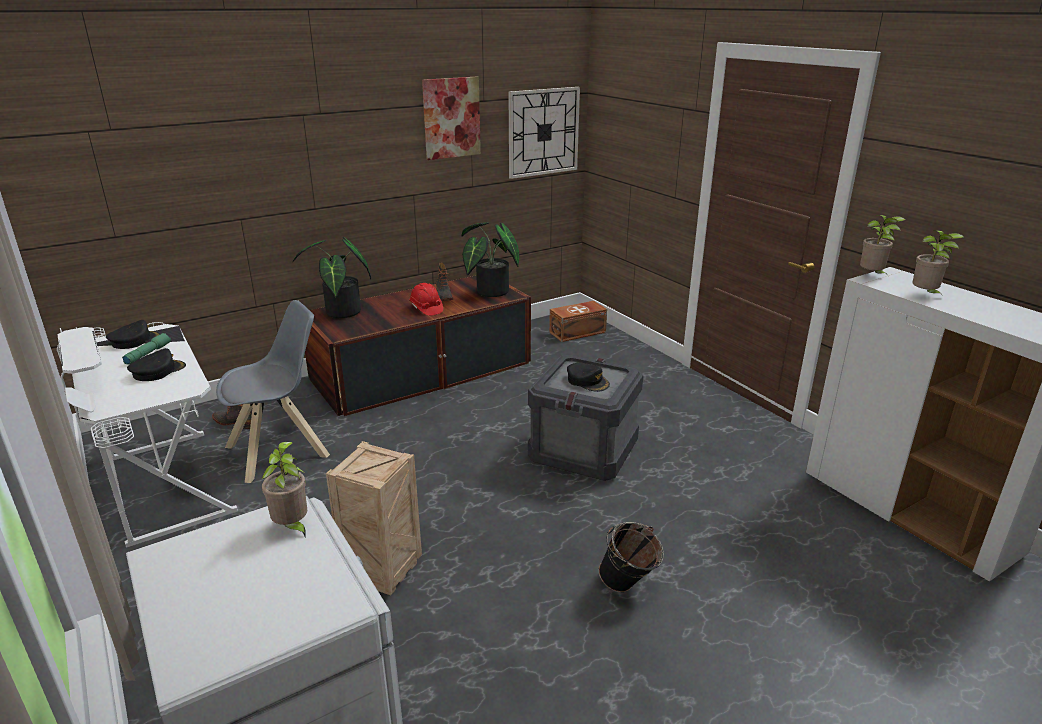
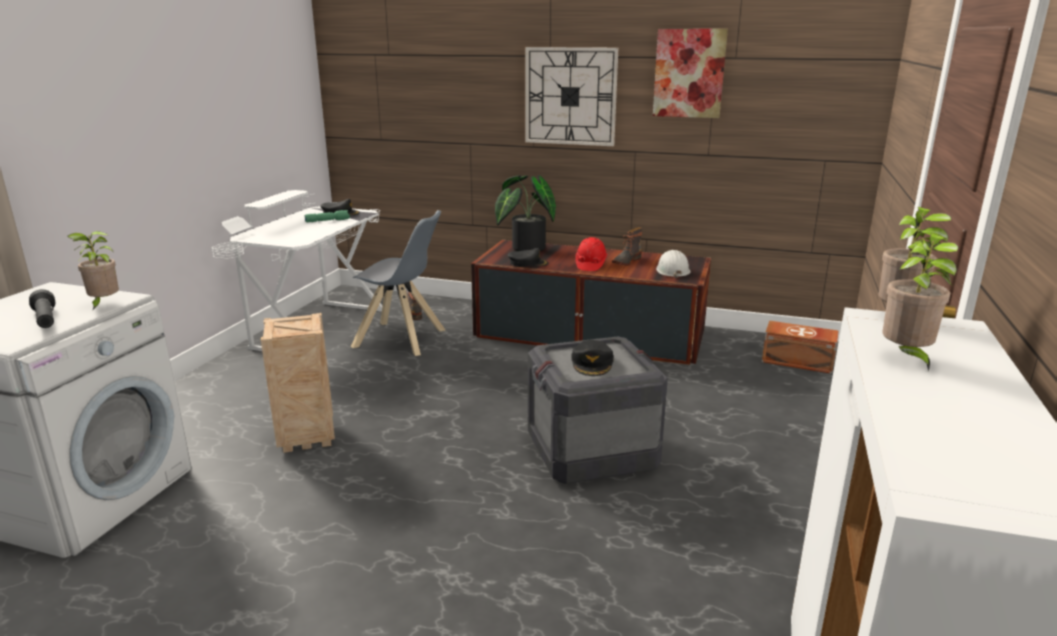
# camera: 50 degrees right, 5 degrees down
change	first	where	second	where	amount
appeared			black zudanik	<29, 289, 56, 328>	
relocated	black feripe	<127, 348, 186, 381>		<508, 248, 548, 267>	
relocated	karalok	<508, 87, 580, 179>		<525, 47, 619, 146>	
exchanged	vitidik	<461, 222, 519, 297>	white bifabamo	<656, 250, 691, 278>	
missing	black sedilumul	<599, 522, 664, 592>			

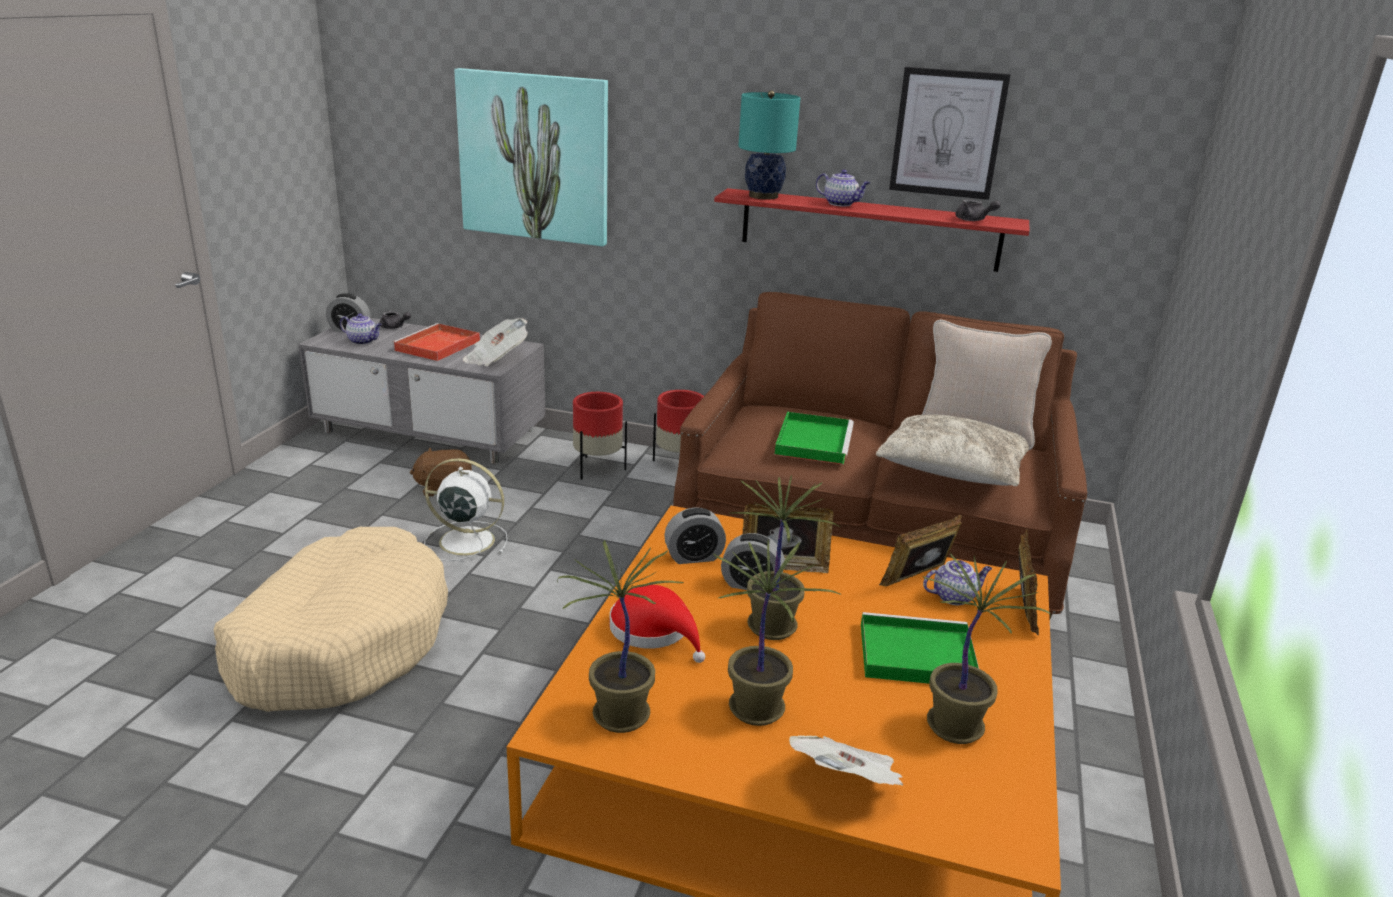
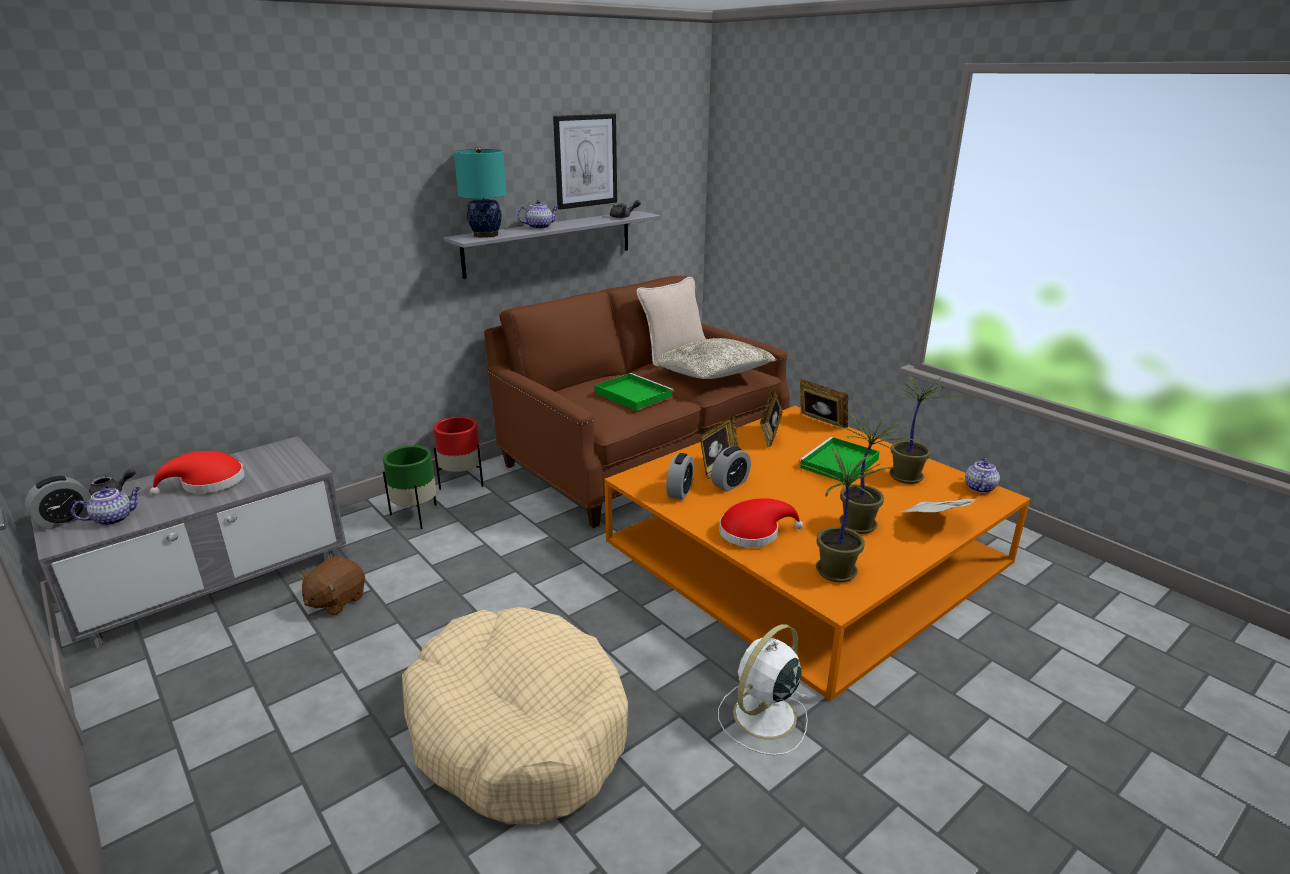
# camera: 55 degrees left, 0 degrees up
change	first	where	second	where	amount
exchanged	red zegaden	<392, 323, 480, 361>	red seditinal	<150, 451, 245, 495>	
colour	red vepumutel	<573, 392, 627, 480>	green vepumutel	<383, 445, 437, 529>	
colour	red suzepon	<714, 188, 1029, 272>	grey suzepon	<443, 211, 660, 279>	
relocated	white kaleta	<424, 458, 507, 561>		<718, 624, 808, 755>	
relocated	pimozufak	<923, 560, 992, 605>		<965, 457, 1000, 493>	
missing	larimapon	<454, 68, 608, 246>			
missing	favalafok	<463, 318, 528, 366>			
missing	vitidik	<731, 475, 841, 640>			

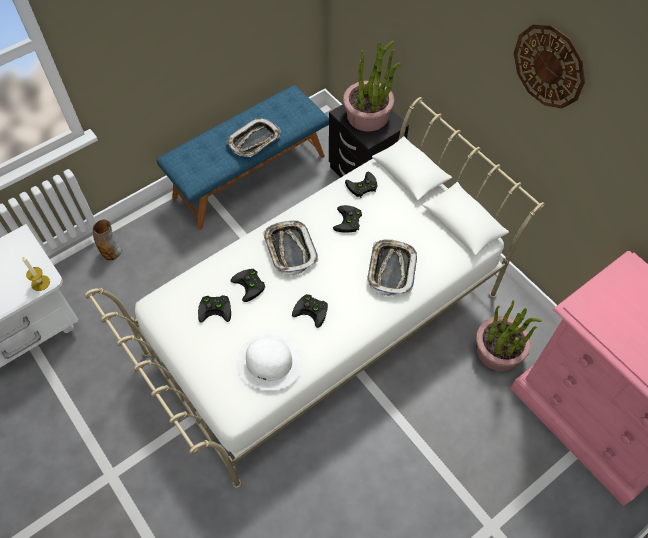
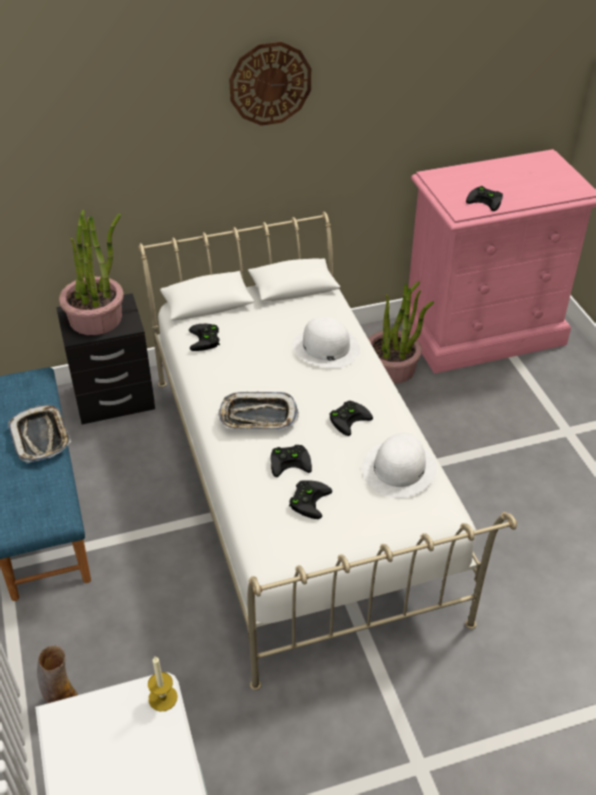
# camera: 70 degrees left, 15 degrees down
change	first	where	second	where	amount
exchanged	zegaden	<367, 239, 417, 296>	white seditinal	<292, 316, 360, 368>	
relocated	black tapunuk	<333, 205, 362, 233>		<466, 186, 503, 211>	

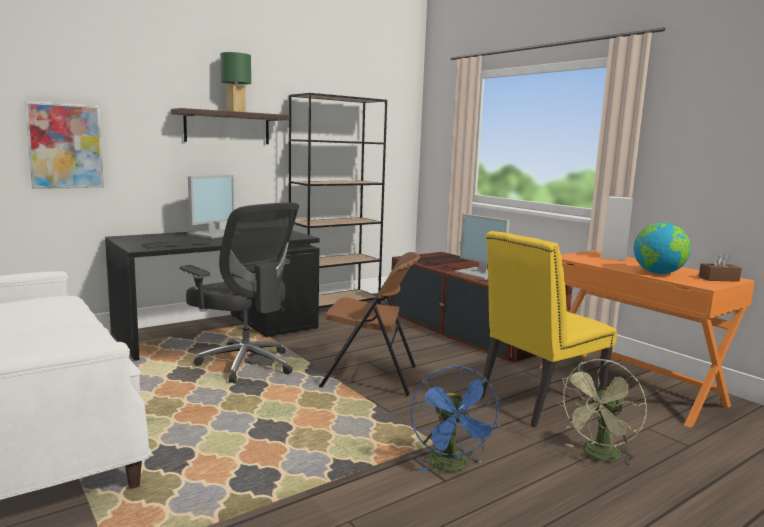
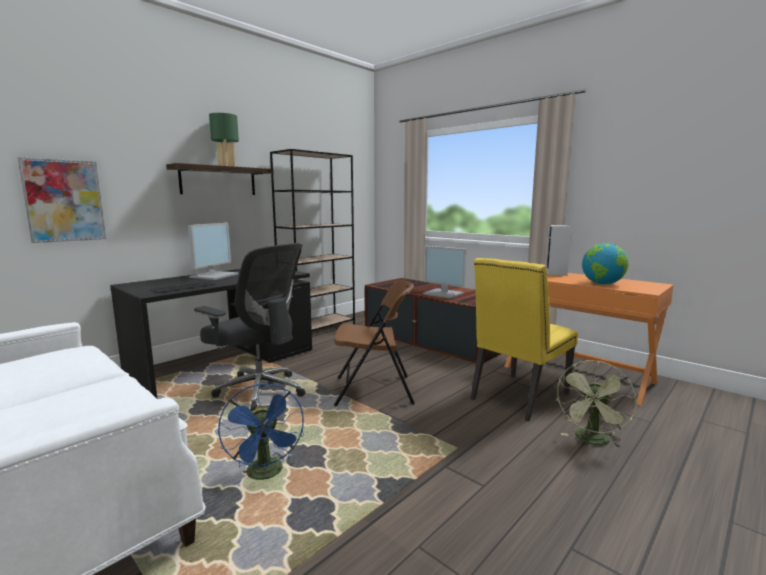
# camera: 10 degrees left, 0 degrees up
change	first	where	second	where	amount
relocated	blue kaleta	<411, 366, 501, 472>		<218, 383, 304, 485>	
missing	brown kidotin	<699, 252, 742, 282>			

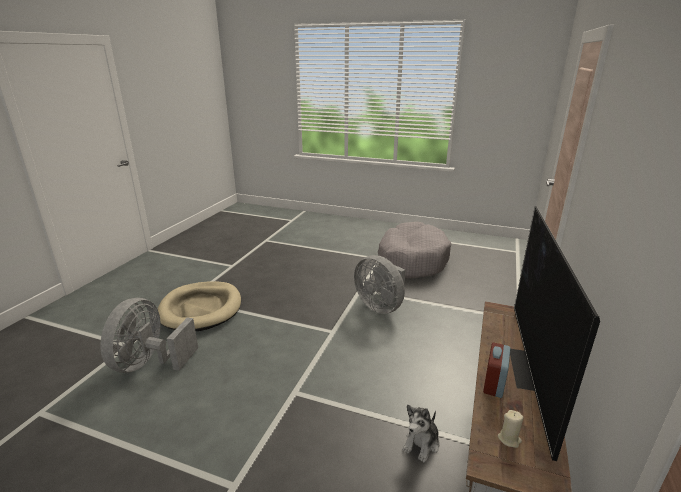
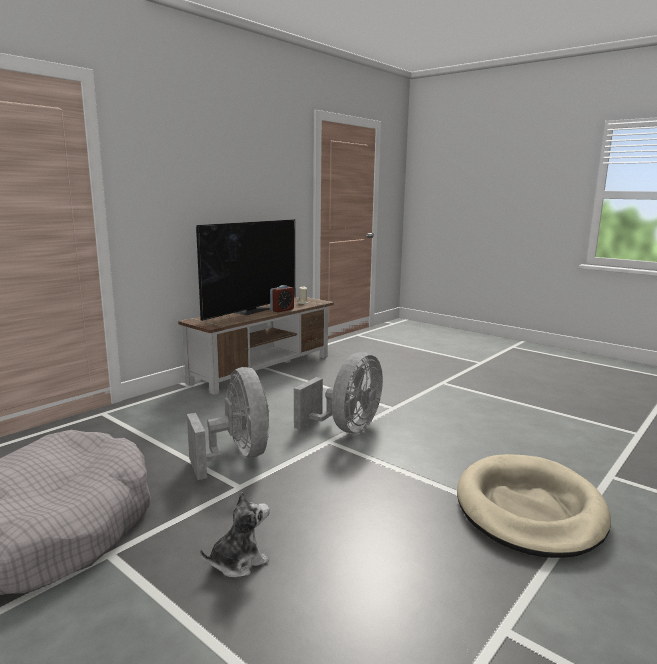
# camera: 160 degrees left, 10 degrees down
change	first	where	second	where	amount
relocated	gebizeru	<403, 405, 440, 463>		<200, 491, 270, 578>	
relocated	grey kaleta	<100, 298, 198, 373>		<294, 352, 383, 433>	

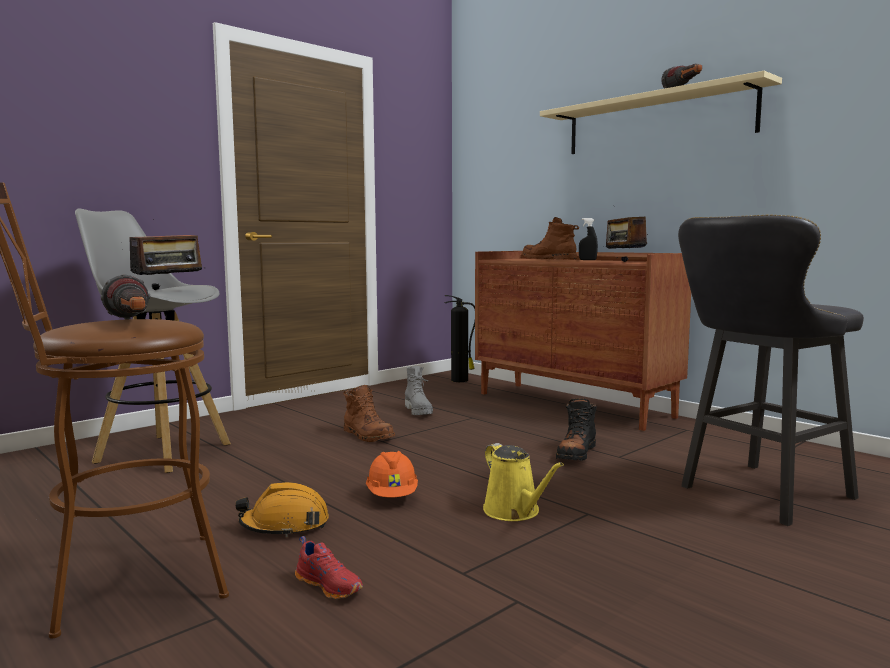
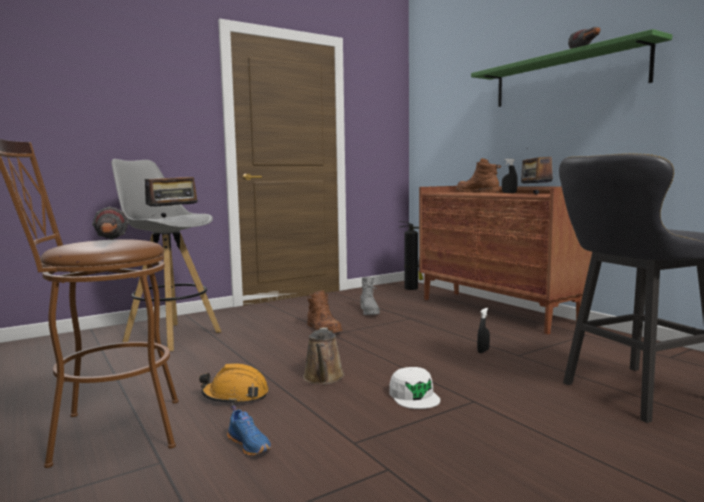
# camera: 10 degrees right, 0 degrees up
change	first	where	second	where	amount
colour	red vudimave	<295, 536, 363, 599>	blue vudimave	<227, 405, 271, 456>	
exchanged	orange bifabamo	<366, 451, 418, 497>	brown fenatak	<303, 327, 345, 384>	
exchanged	yellow fenatak	<483, 443, 564, 521>	white feripe	<389, 367, 440, 409>	
colour	beige suzepon	<540, 71, 782, 154>	green suzepon	<471, 29, 672, 107>	
exchanged	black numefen	<556, 398, 597, 460>	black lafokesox	<477, 308, 490, 353>	

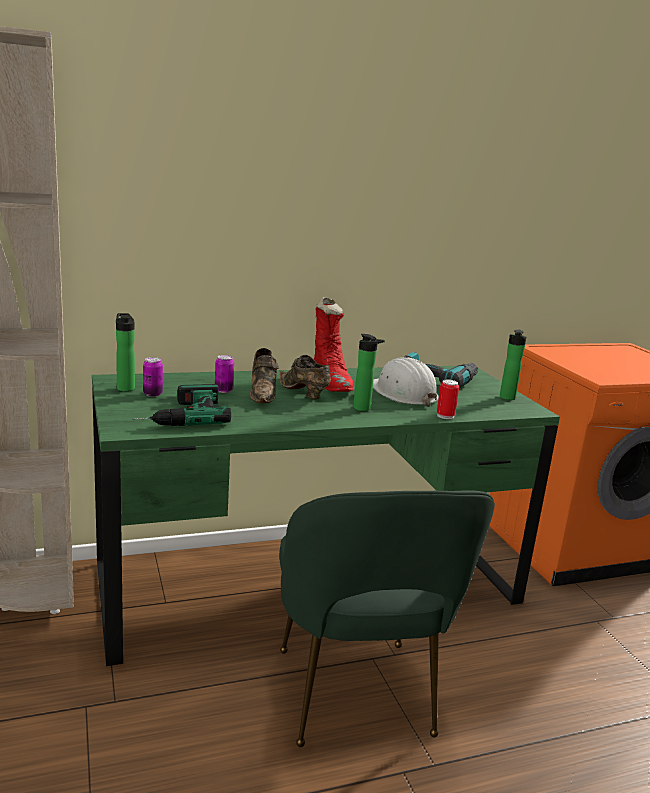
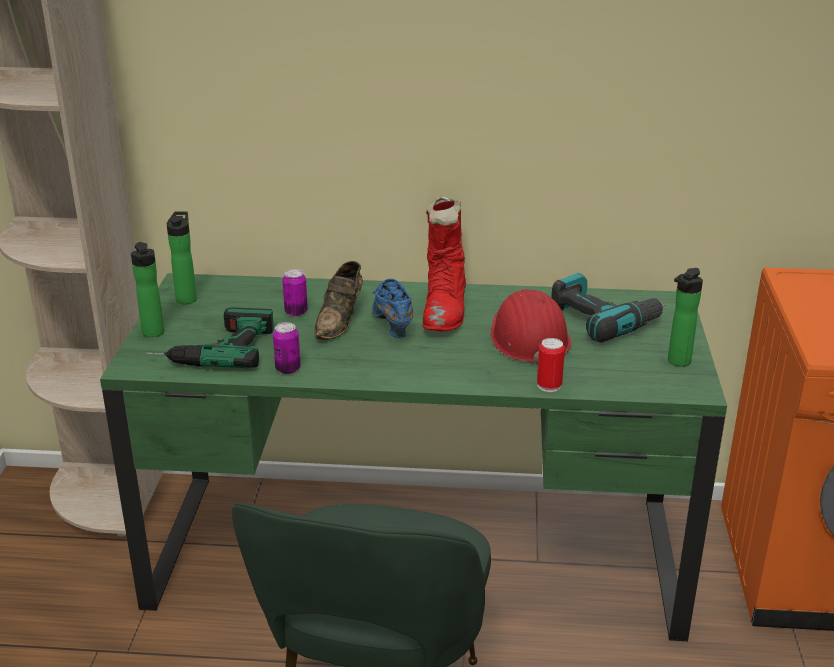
# camera: 25 degrees right, 10 degrees up
change	first	where	second	where	amount
relocated	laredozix	<353, 334, 385, 411>		<131, 242, 164, 337>	
relocated	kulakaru	<143, 357, 163, 397>		<273, 322, 301, 374>	
colour	brown vudimave	<280, 355, 331, 399>	blue vudimave	<372, 278, 413, 338>	
colour	white bifabamo	<373, 357, 439, 407>	red bifabamo	<491, 289, 571, 365>	

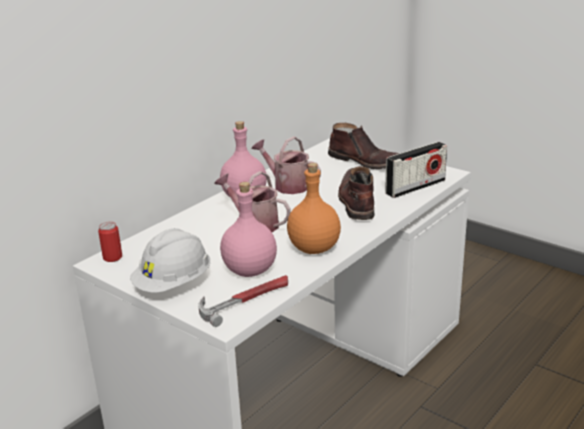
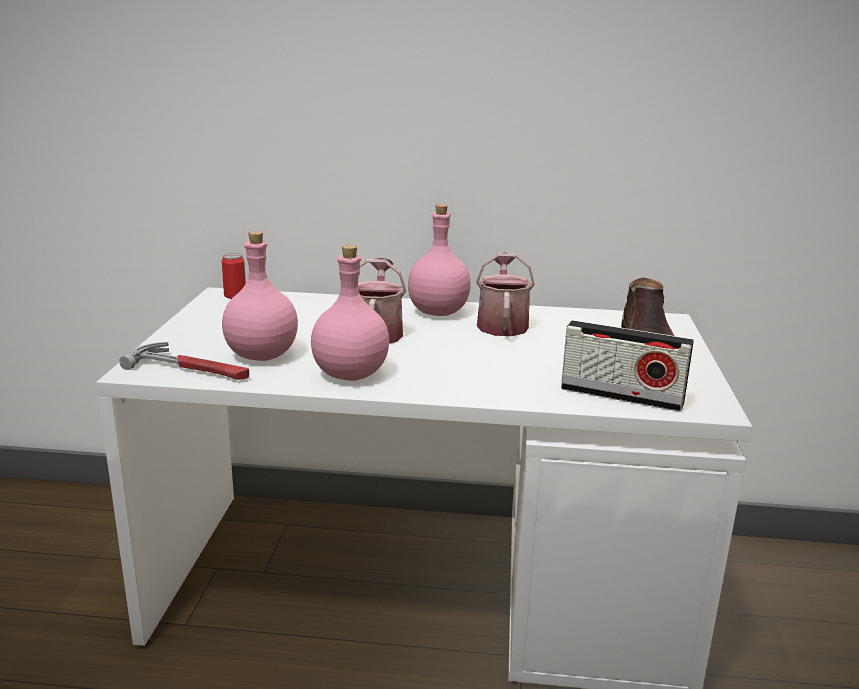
# camera: 55 degrees right, 5 degrees down
change	first	where	second	where	amount
colour	orange laredozix	<287, 163, 341, 254>	pink laredozix	<311, 245, 389, 381>	
missing	white bifabamo	<130, 228, 210, 293>			
missing	brown numefen	<338, 166, 374, 220>			

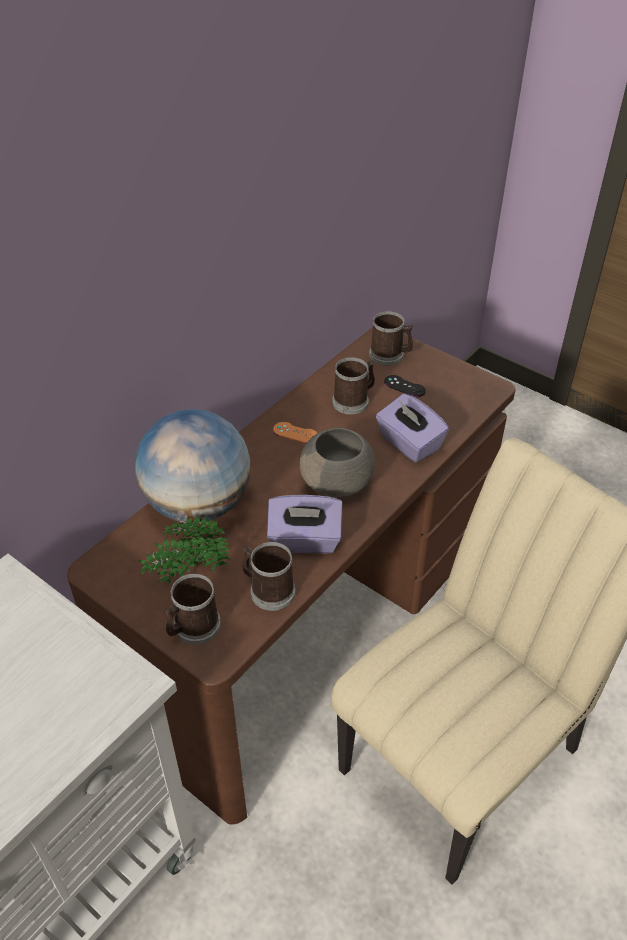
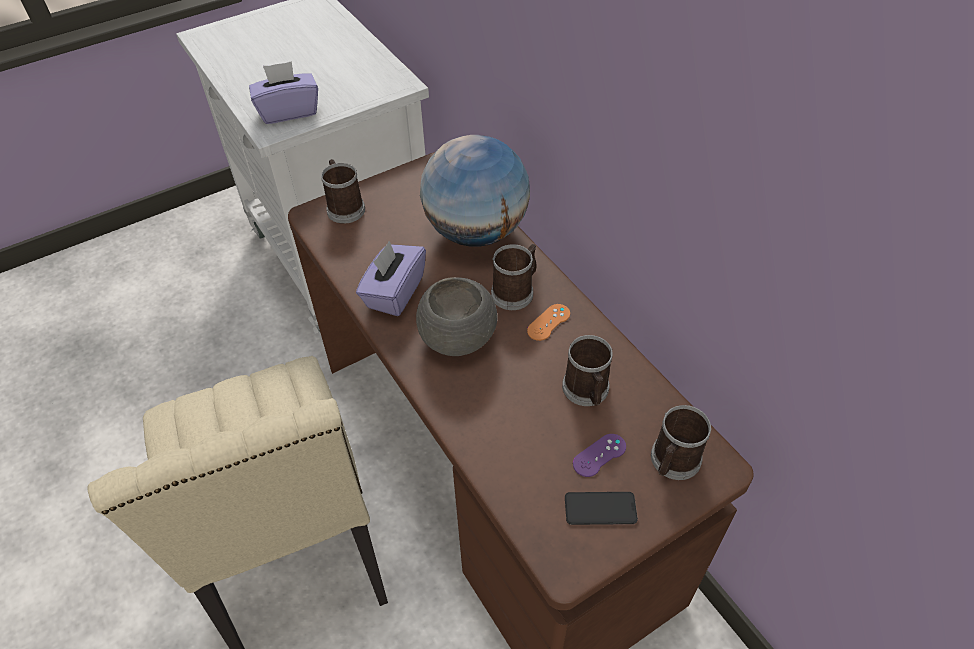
# camera: 110 degrees right, 5 degrees up
change	first	where	second	where	amount
relocated	purple kidotin	<376, 393, 449, 463>		<249, 61, 318, 124>	
relocated	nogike	<242, 542, 295, 611>		<491, 244, 537, 310>	
appeared			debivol	<565, 492, 638, 525>	
colour	black tapunuk	<384, 375, 426, 397>	purple tapunuk	<573, 434, 626, 477>	
missing	vitidik	<138, 516, 230, 583>			

